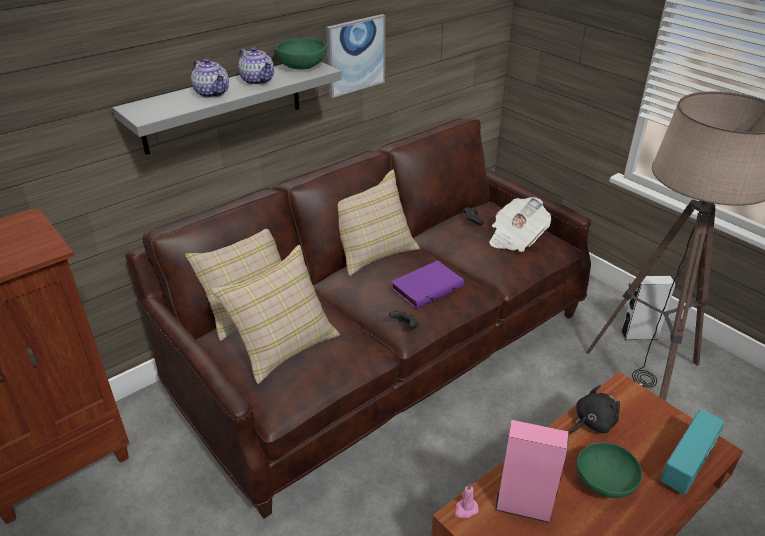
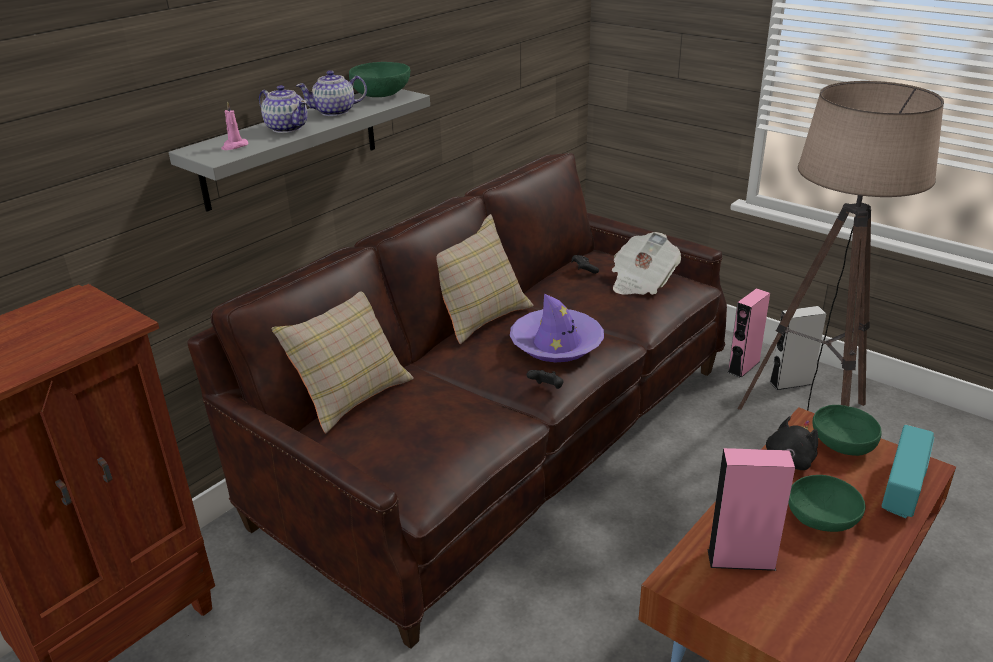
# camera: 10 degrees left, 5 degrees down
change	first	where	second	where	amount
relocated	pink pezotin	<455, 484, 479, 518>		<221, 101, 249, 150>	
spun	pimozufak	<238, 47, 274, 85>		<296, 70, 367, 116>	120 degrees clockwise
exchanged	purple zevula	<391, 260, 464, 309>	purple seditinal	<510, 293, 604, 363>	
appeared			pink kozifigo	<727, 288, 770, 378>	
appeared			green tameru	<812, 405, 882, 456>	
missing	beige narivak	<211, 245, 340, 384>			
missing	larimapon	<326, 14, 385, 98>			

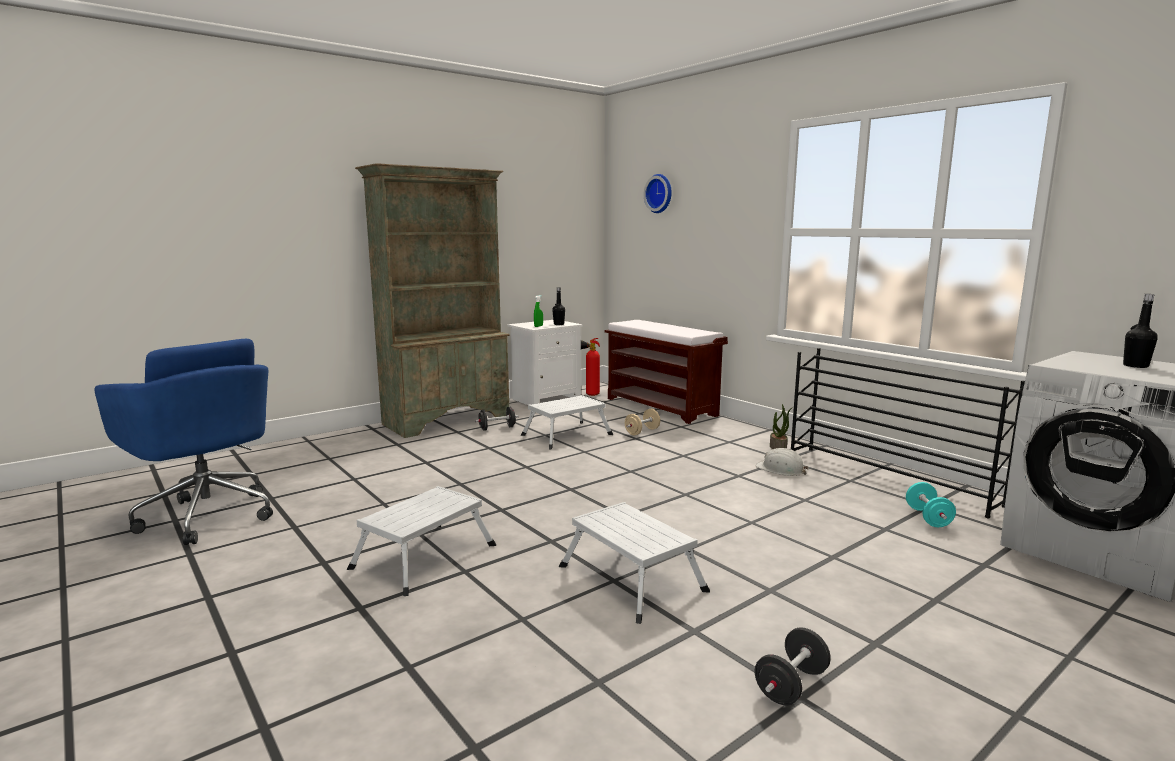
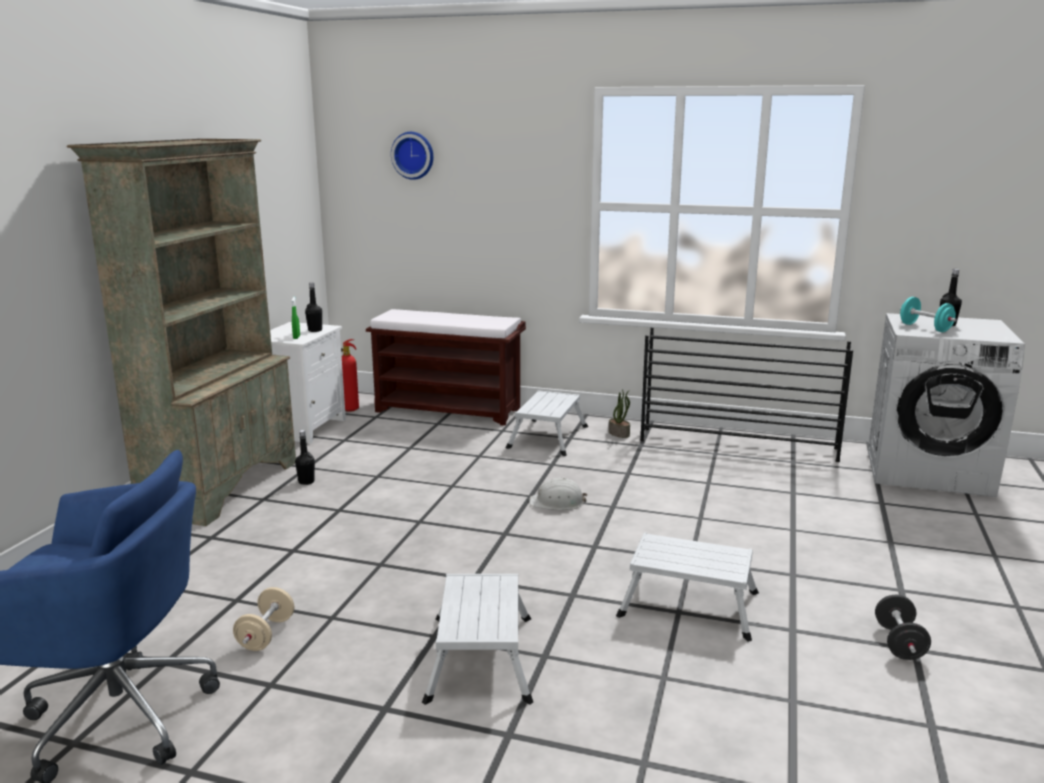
# camera: 35 degrees left, 5 degrees up
change	first	where	second	where	amount
relocated	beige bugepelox	<625, 409, 660, 435>		<233, 587, 294, 651>	
exchanged	black bugepelox	<475, 407, 519, 431>	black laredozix	<295, 430, 315, 485>	
relocated	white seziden	<521, 395, 613, 449>		<506, 390, 588, 456>	
relocated	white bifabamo	<755, 448, 809, 476>		<529, 478, 587, 510>	
relocated	turquoise bugepelox	<906, 482, 956, 527>		<900, 297, 957, 332>	

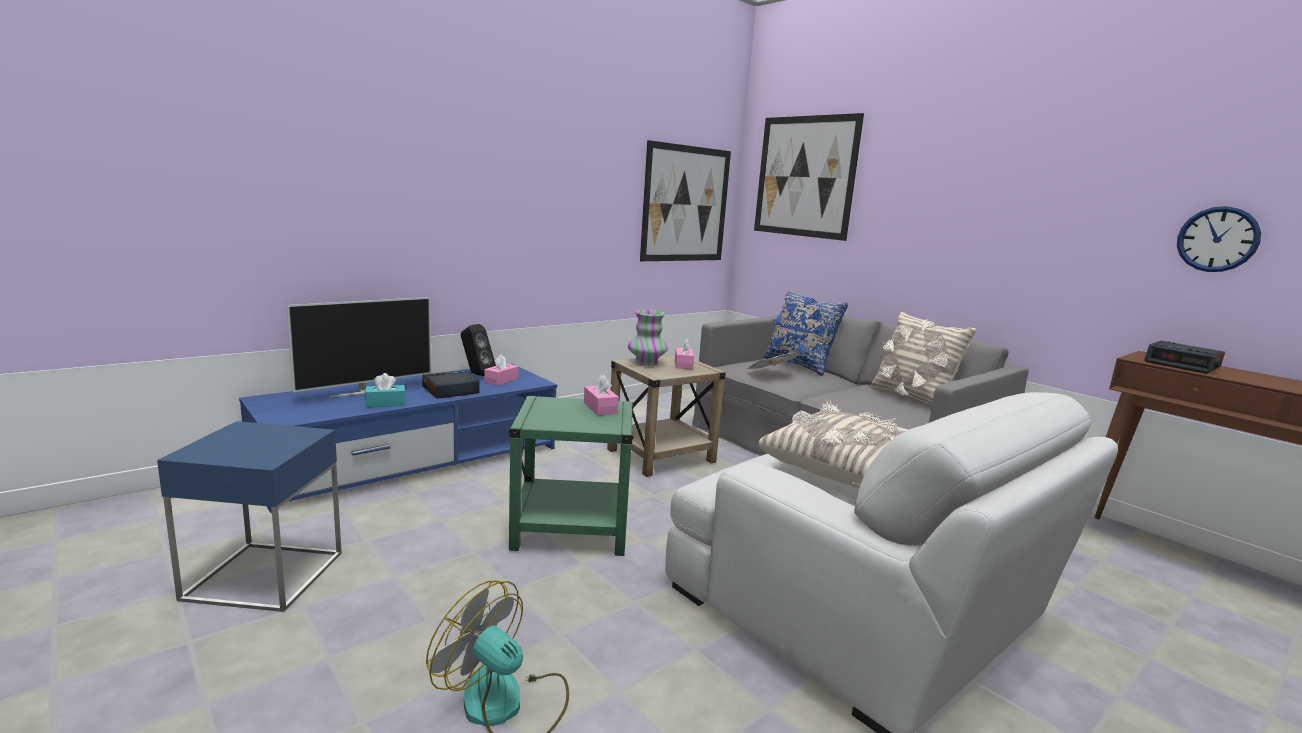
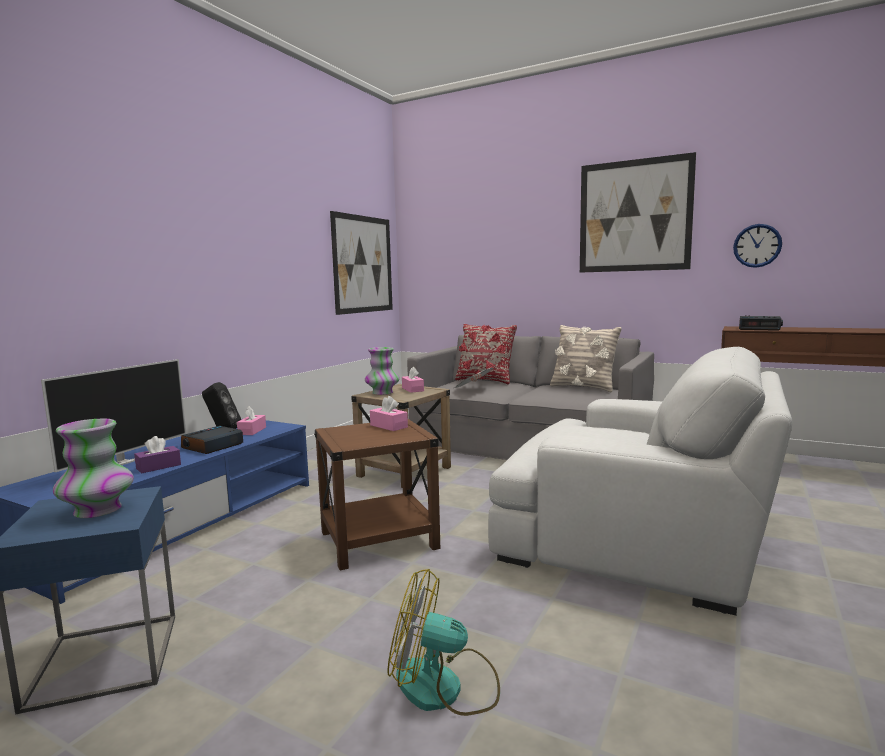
# camera: 20 degrees left, 5 degrees down
change	first	where	second	where	amount
appeared			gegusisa	<53, 418, 134, 518>	
colour	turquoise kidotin	<365, 373, 406, 407>	purple kidotin	<134, 436, 181, 473>	
colour	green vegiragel	<509, 396, 634, 556>	brown vegiragel	<314, 419, 440, 570>	
colour	blue narivak	<764, 291, 848, 376>	red narivak	<455, 324, 517, 385>	
relocated	larimapon	<754, 113, 864, 241>		<580, 152, 696, 273>	
missing	beige narivak	<758, 400, 905, 488>			

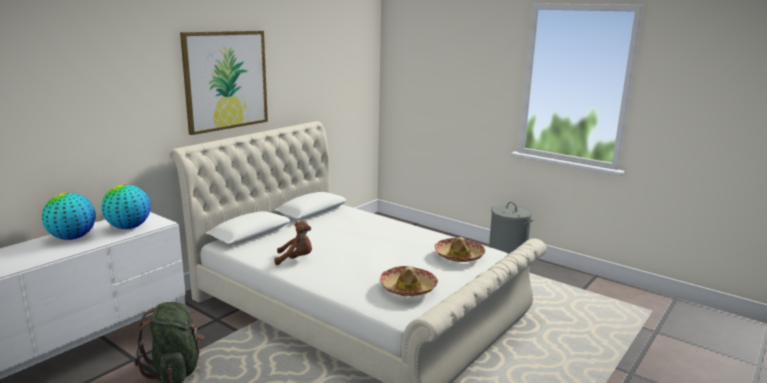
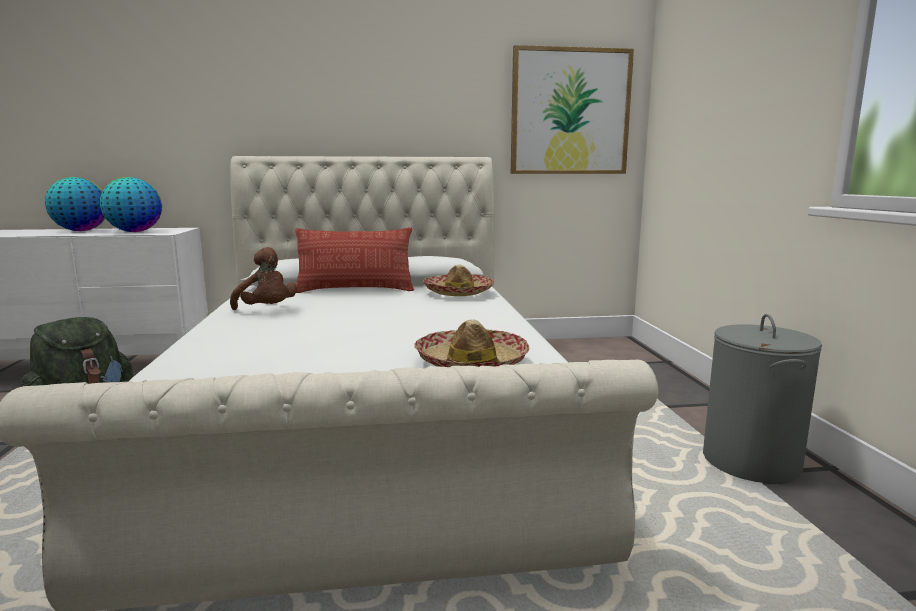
# camera: 45 degrees right, 5 degrees down
change	first	where	second	where	amount
appeared			narivak	<295, 227, 414, 293>	
relocated	seditinal	<380, 266, 438, 296>		<423, 265, 494, 296>	
relocated	larimapon	<180, 31, 268, 135>		<511, 45, 634, 174>	

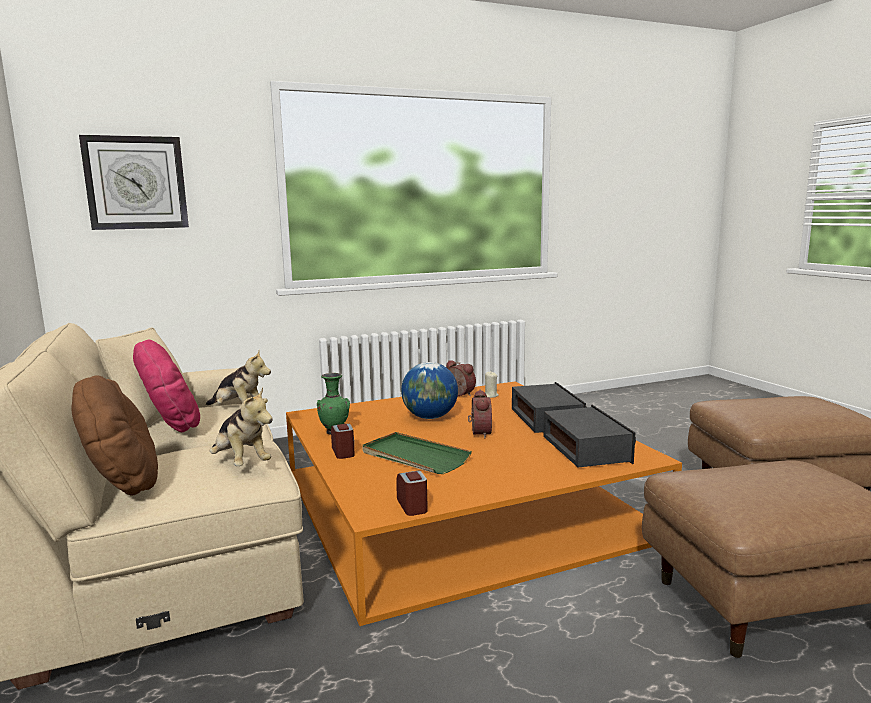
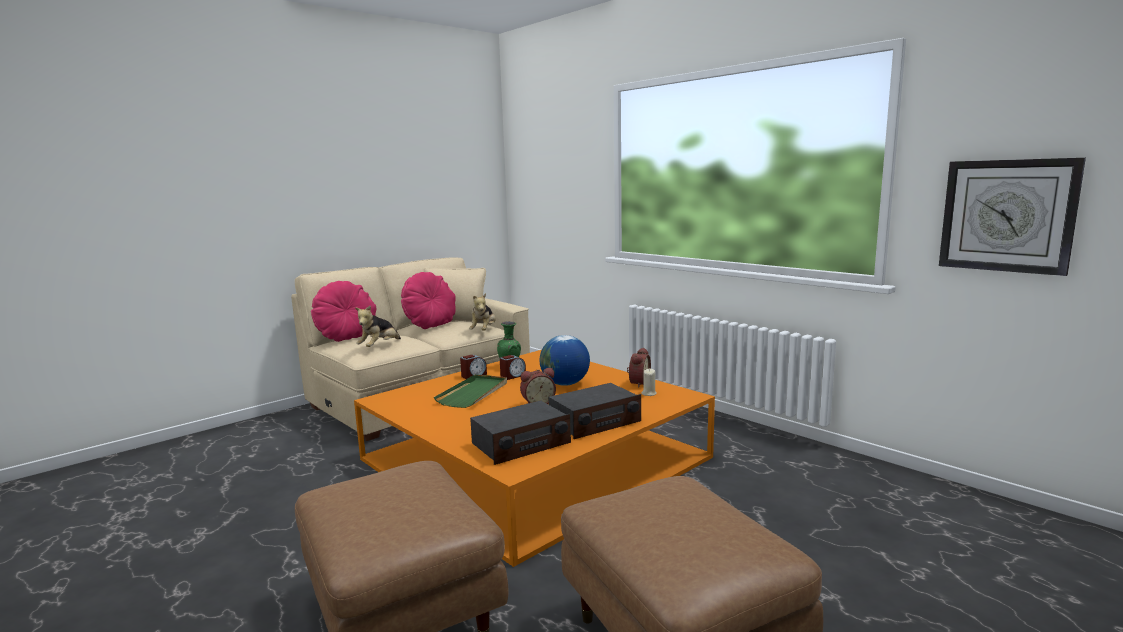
# camera: 70 degrees right, 0 degrees up
change	first	where	second	where	amount
colour	brown narivak	<71, 375, 158, 496>	pink narivak	<311, 281, 376, 342>	
relocated	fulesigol	<396, 470, 428, 516>		<500, 355, 526, 380>	
relocated	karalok	<79, 135, 189, 230>		<939, 158, 1086, 276>	

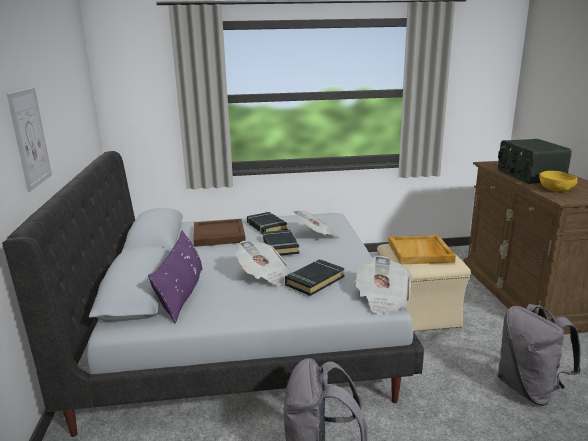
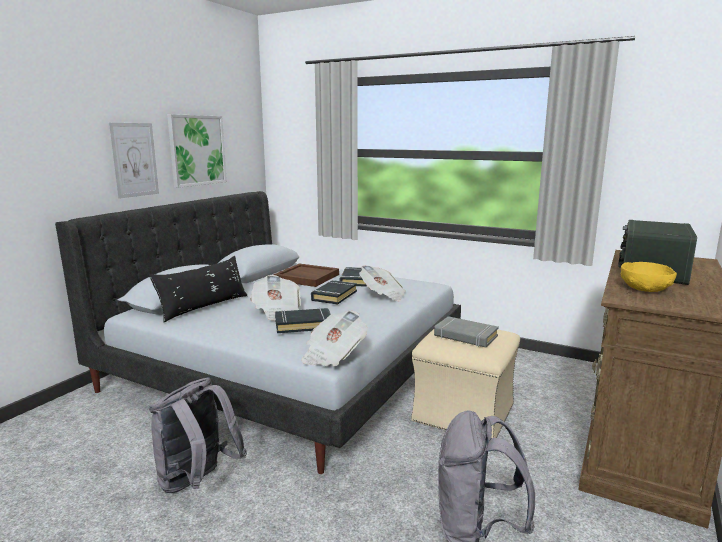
# camera: 35 degrees right, 5 degrees down
change	first	where	second	where	amount
colour	purple narivak	<148, 231, 203, 324>	black narivak	<149, 256, 248, 322>	
appeared			larimapon	<167, 114, 227, 188>	
exchanged	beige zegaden	<388, 235, 456, 264>	grey zevula	<434, 316, 499, 347>	

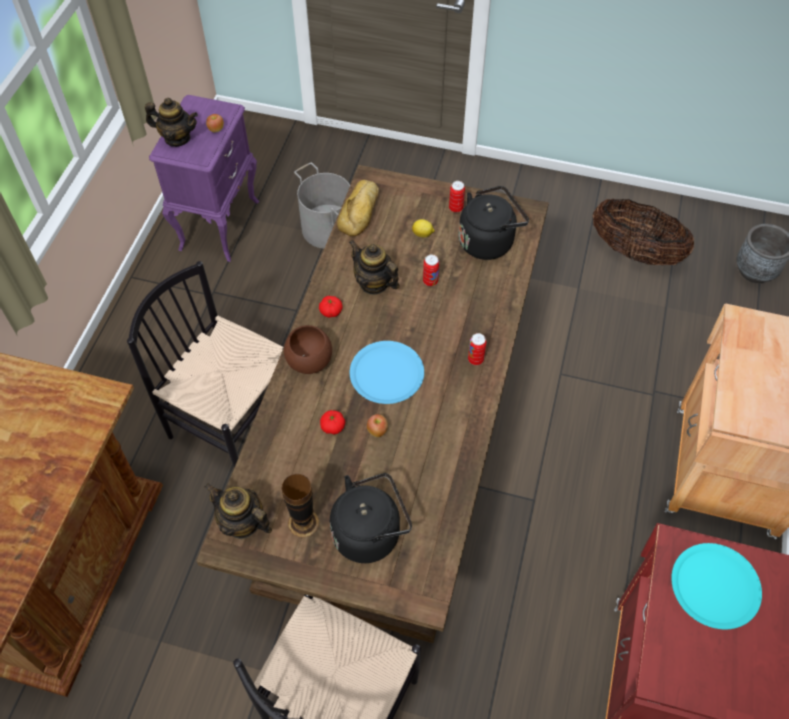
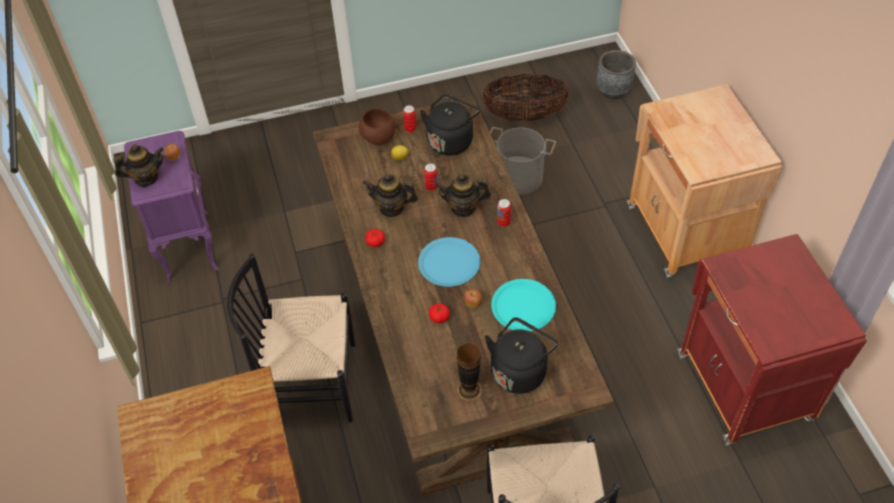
# camera: 30 degrees left, 5 degrees down
change	first	where	second	where	amount
relocated	brown tameru	<284, 325, 332, 374>		<359, 109, 395, 144>	
relocated	pimozufak	<205, 483, 272, 539>		<436, 174, 491, 217>	
relocated	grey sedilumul	<294, 163, 350, 249>		<490, 127, 556, 195>	
relocated	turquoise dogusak	<671, 543, 762, 629>		<491, 279, 556, 331>	
missing	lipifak	<337, 180, 379, 236>			

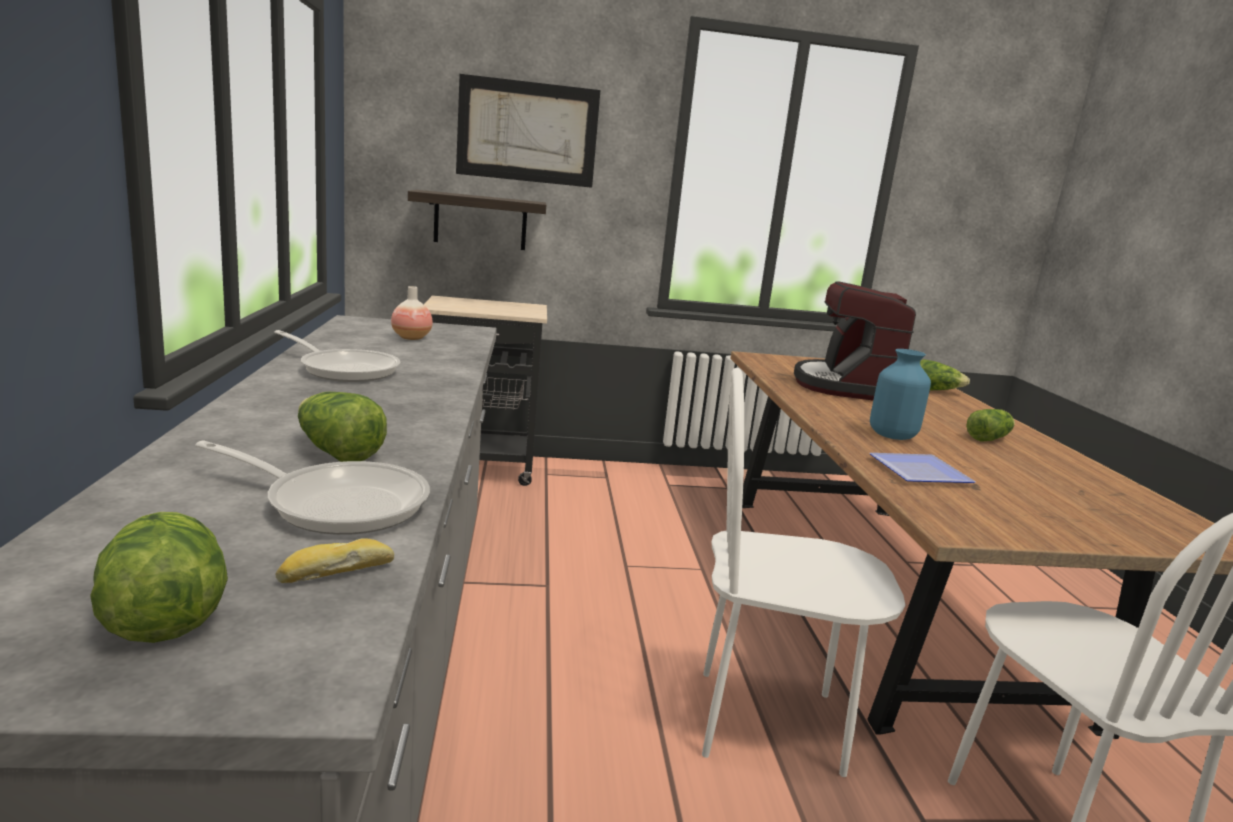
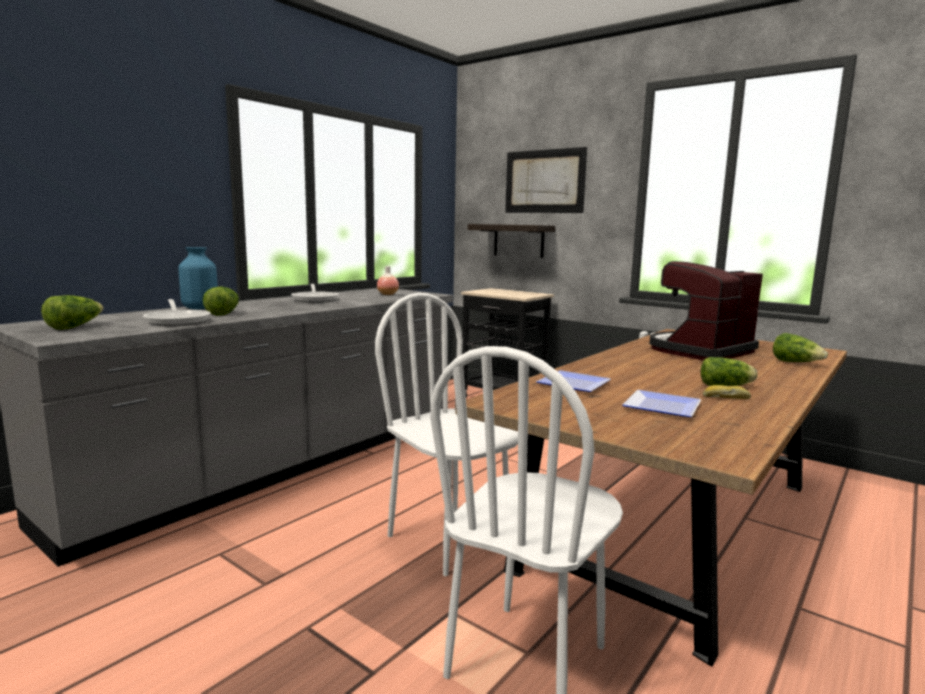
# camera: 45 degrees right, 5 degrees down
change	first	where	second	where	amount
relocated	blue gegusisa	<870, 349, 931, 440>		<178, 247, 218, 309>	
appeared			dogusak	<622, 390, 701, 417>	
relocated	lipifak	<276, 538, 394, 583>		<703, 385, 751, 399>	

